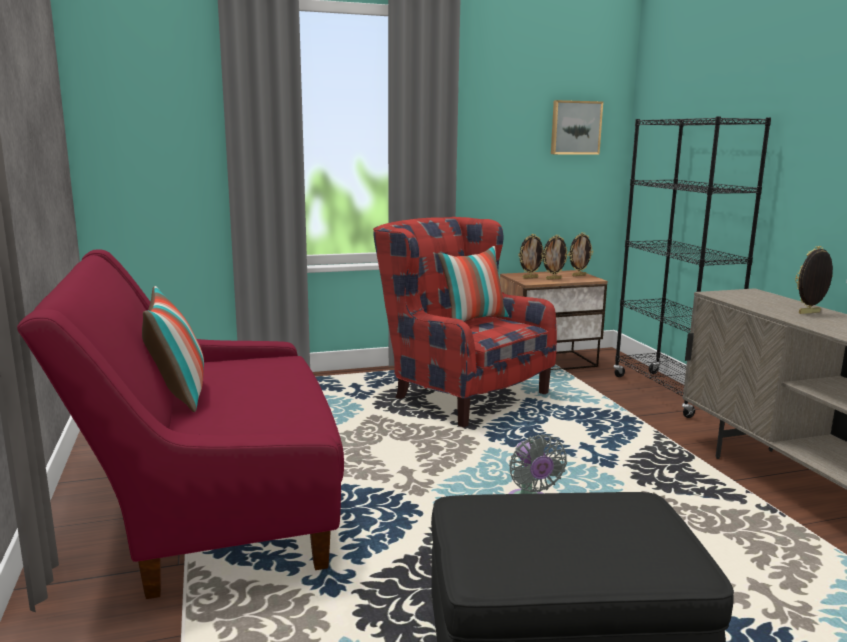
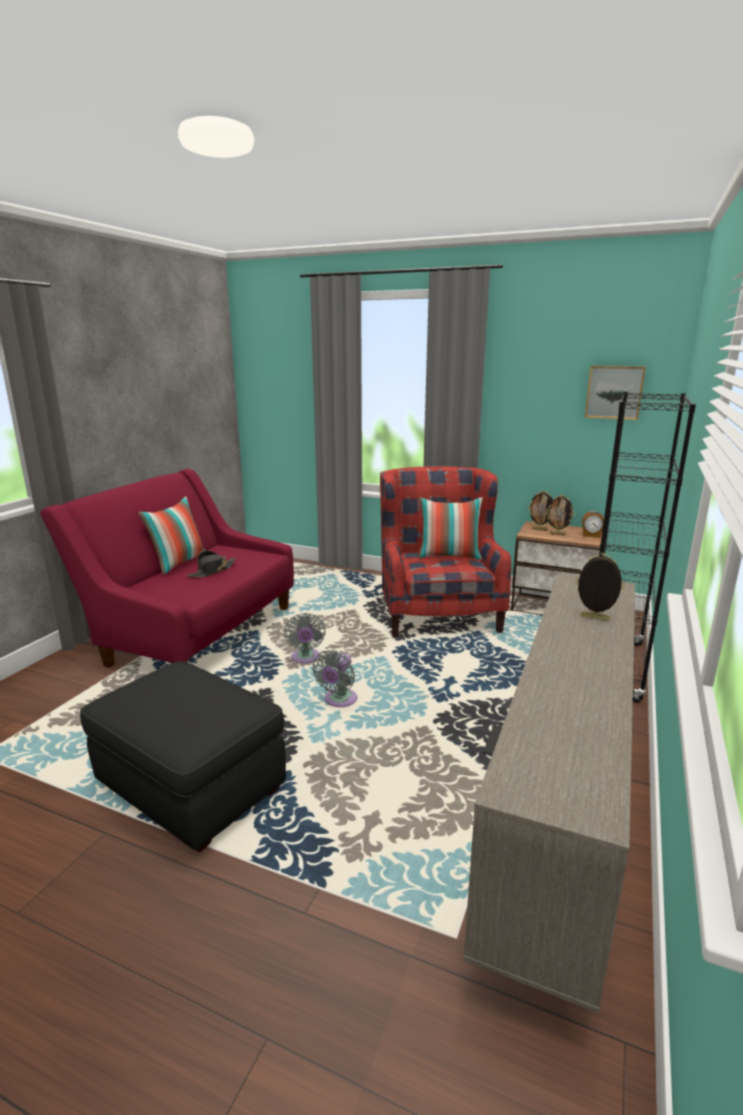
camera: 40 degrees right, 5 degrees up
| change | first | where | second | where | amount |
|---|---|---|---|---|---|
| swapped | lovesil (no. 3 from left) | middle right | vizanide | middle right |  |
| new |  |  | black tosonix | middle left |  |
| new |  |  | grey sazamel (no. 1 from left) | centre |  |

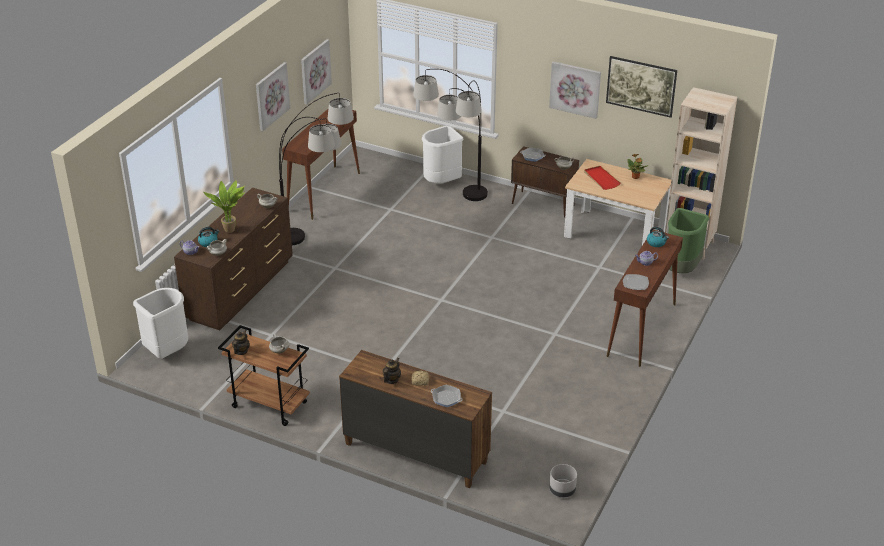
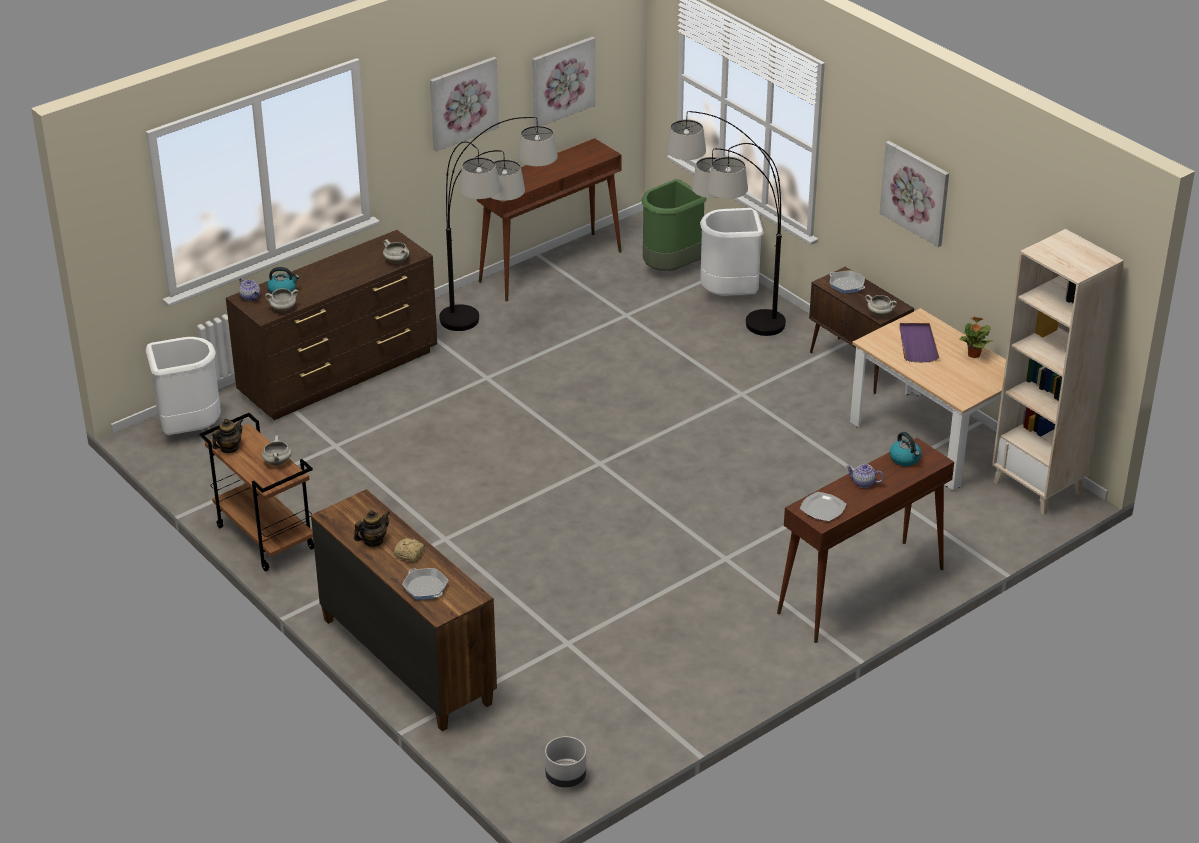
camera: 25 degrees right, 0 degrees up
| change | first | where | second | where | amount |
|---|---|---|---|---|---|
| gone | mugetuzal (no. 4 from left) | top right |  |  |  |
| repainted | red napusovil | top right | purple napusovil | middle right |  |
| gone | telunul (no. 1 from left) | middle left |  |  |  |
| shifted | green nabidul | middle right |  | top centre |  |

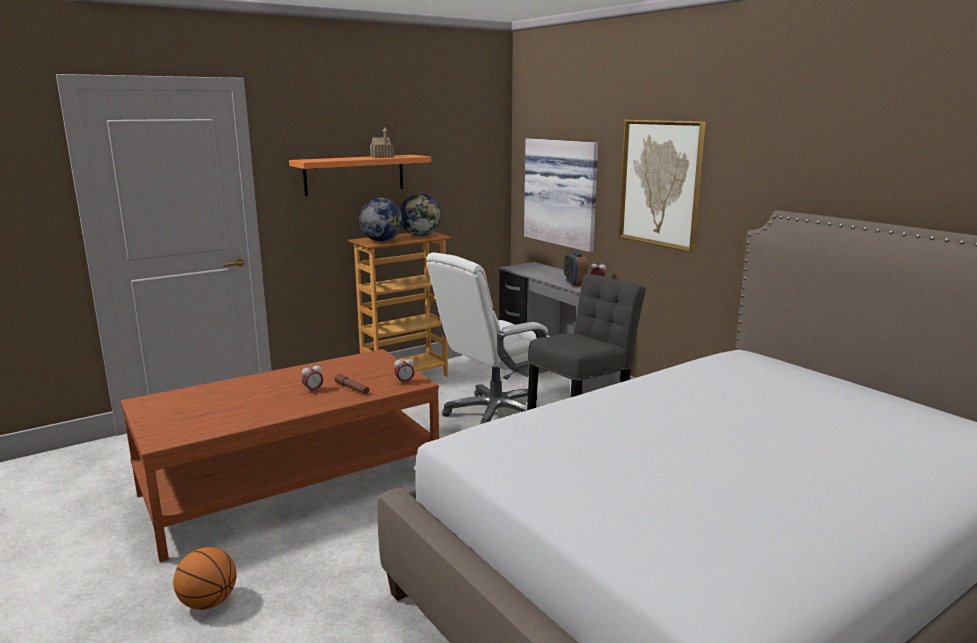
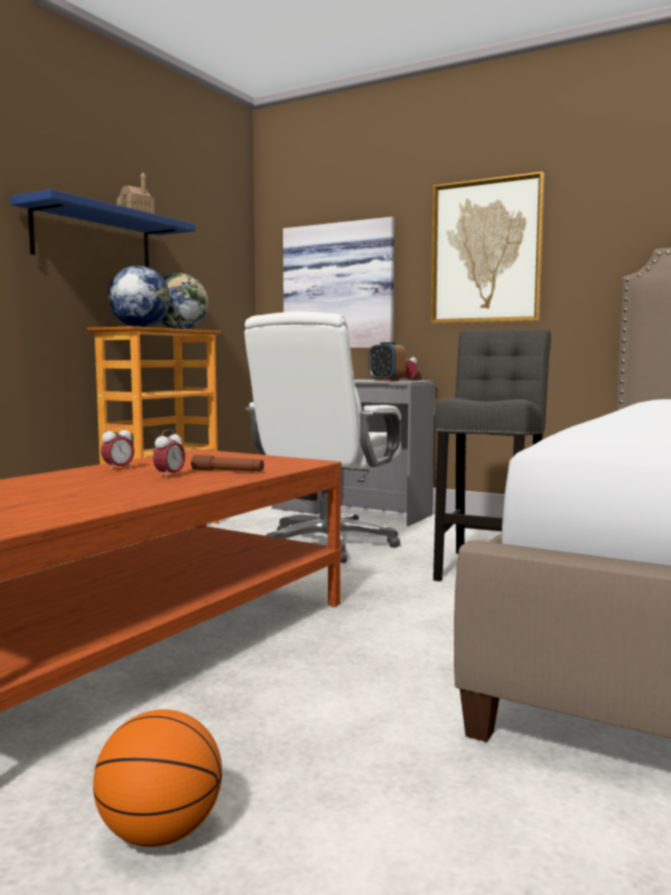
camera: 25 degrees left, 10 degrees down
| change | first | where | second | where | amount |
|---|---|---|---|---|---|
| repainted | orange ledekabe | top centre | blue ledekabe | top left |  |
| shifted | vizanide (no. 2 from left in the first image) | centre | vizanide (no. 1 from left) | middle left |  |

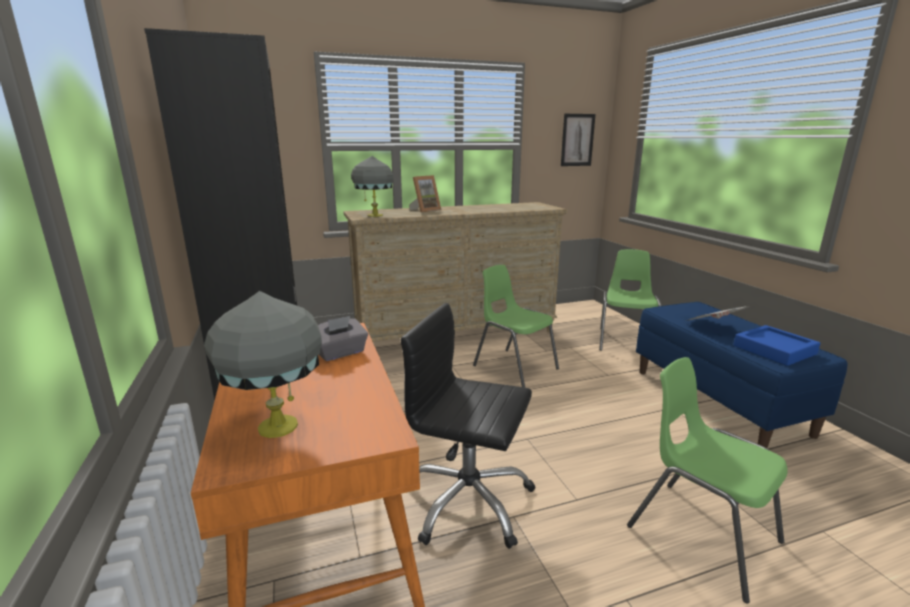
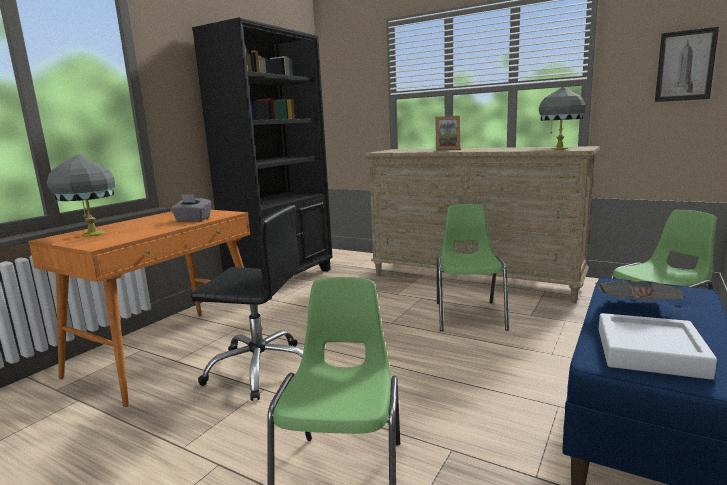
camera: 50 degrees right, 5 degrees down
| change | first | where | second | where | amount |
|---|---|---|---|---|---|
| shifted | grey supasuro (no. 2 from left) | top centre |  | top right |  |
| rotated | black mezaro | bottom centre |  | centre | 120 degrees clockwise |
| repainted | blue napusovil | middle right | white napusovil | bottom right |  |

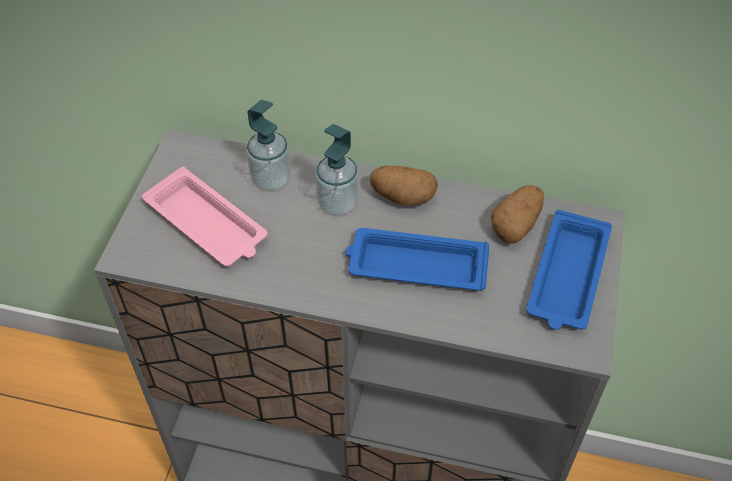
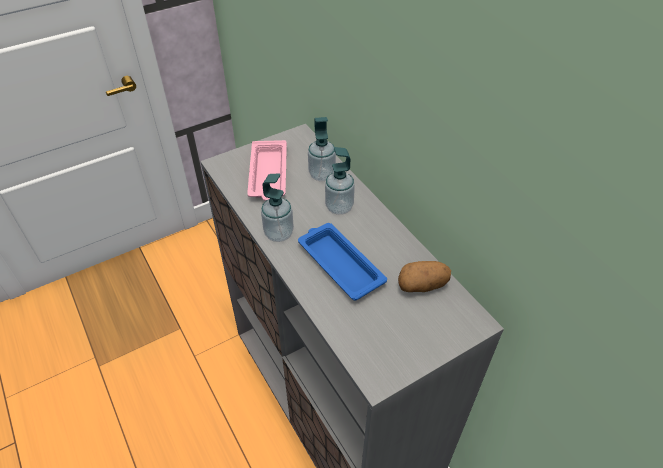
camera: 45 degrees right, 5 degrees down
| change | first | where | second | where | amount |
|---|---|---|---|---|---|
| gone | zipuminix (no. 1 from left) | centre |  |  |  |
| gone | blue napusovil (no. 2 from left) | middle right |  |  |  |
| new |  |  | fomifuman (no. 1 from left) | centre |  |

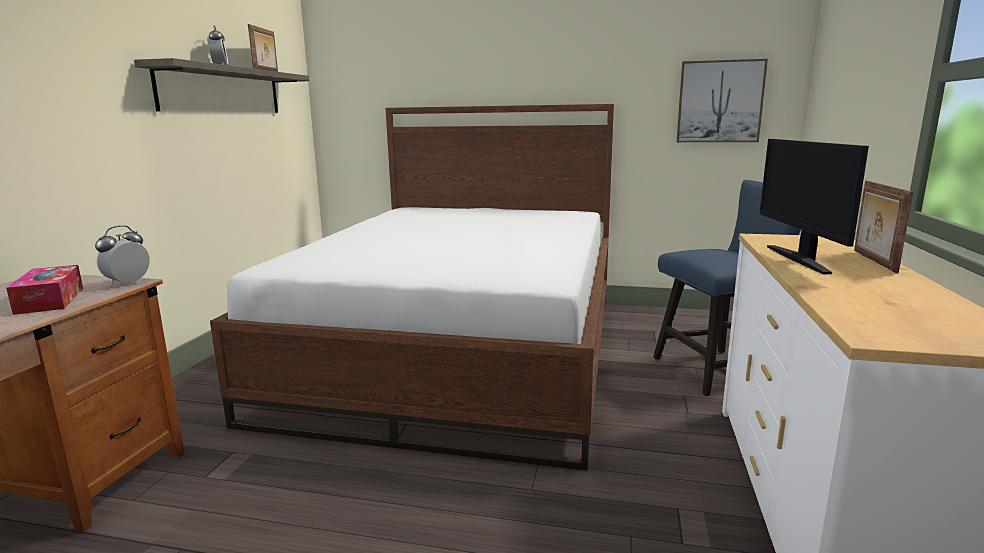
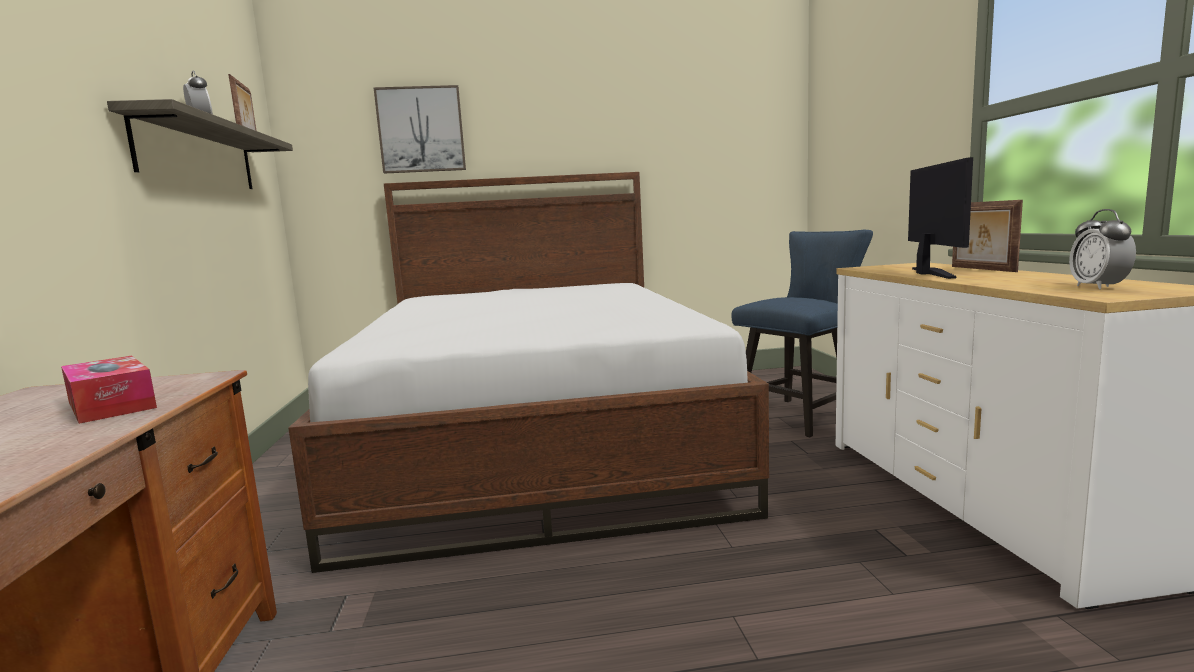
camera: 20 degrees left, 5 degrees down
| change | first | where | second | where | amount |
|---|---|---|---|---|---|
| shifted | mugetuzal | top right |  | top centre |  |
| rotated | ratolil | middle right |  | top right | 150 degrees counterclockwise |
| shifted | vizanide (no. 1 from left in the first image) | middle left | vizanide (no. 2 from left) | middle right |  |

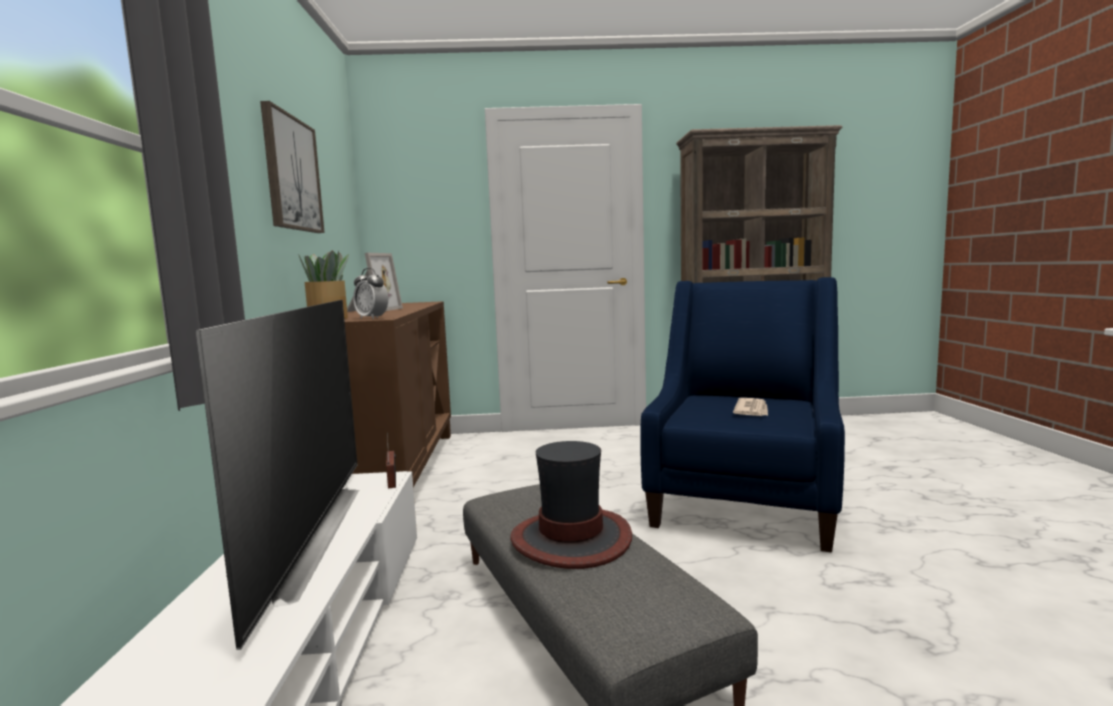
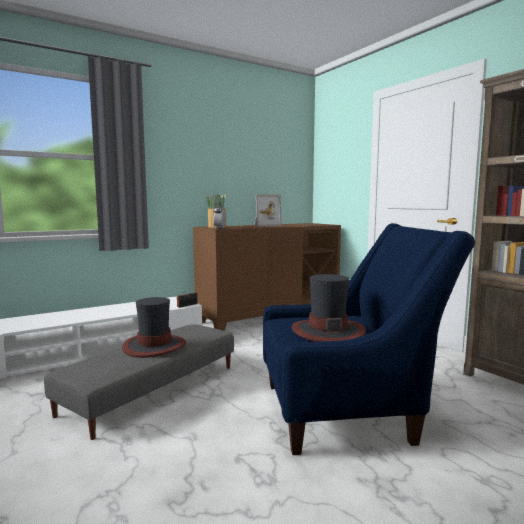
camera: 60 degrees right, 0 degrees up
| change | first | where | second | where | amount |
|---|---|---|---|---|---|
| gone | mugetuzal | top left |  |  |  |
| gone | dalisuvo | bottom left |  |  |  |
| swapped | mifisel | middle right | tosonix (no. 2 from left) | centre |  |

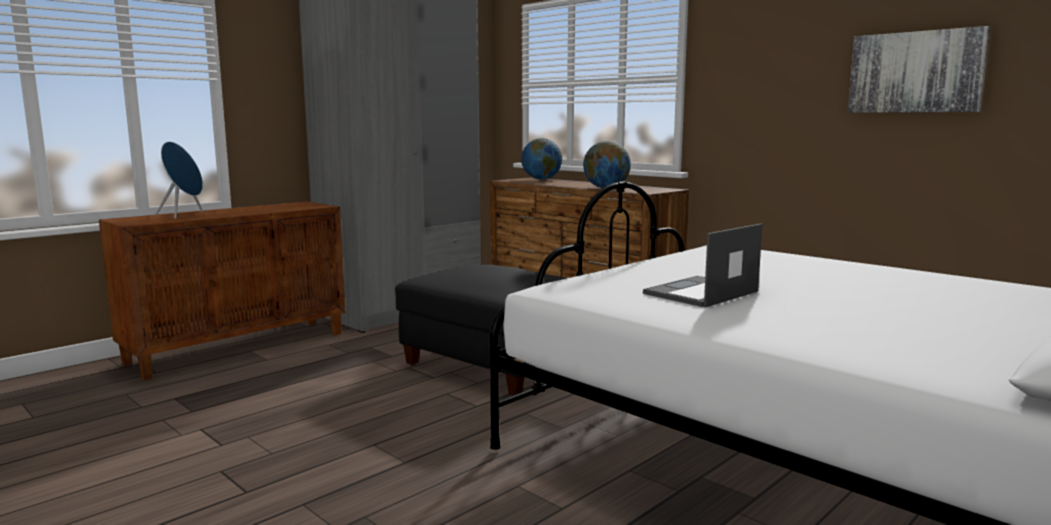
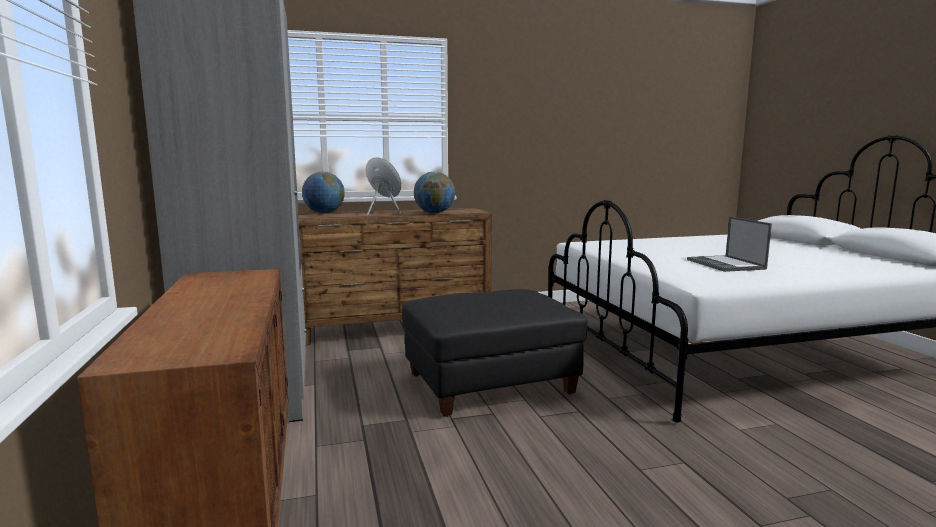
camera: 60 degrees left, 0 degrees up
| change | first | where | second | where | amount |
|---|---|---|---|---|---|
| gone | mugetuzal | top right |  |  |  |
| shifted | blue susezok | middle left |  | centre |  |

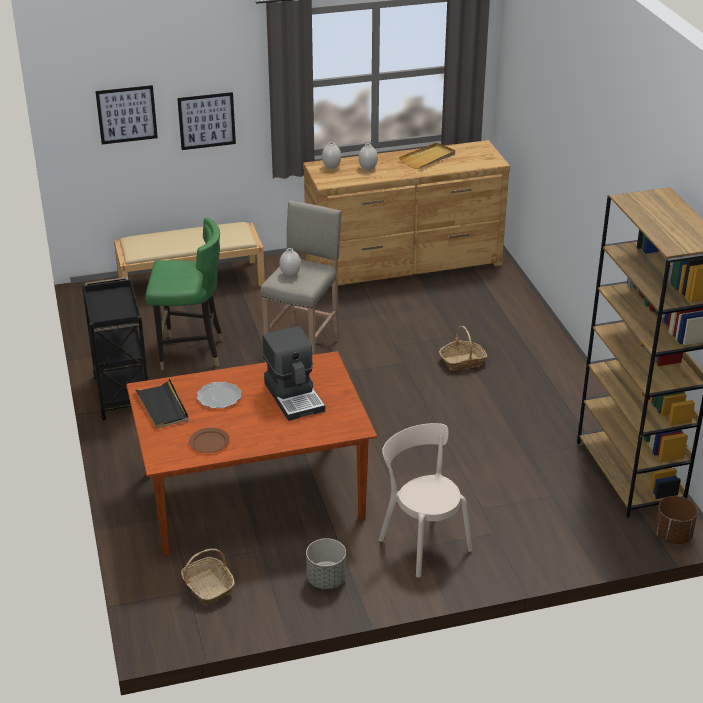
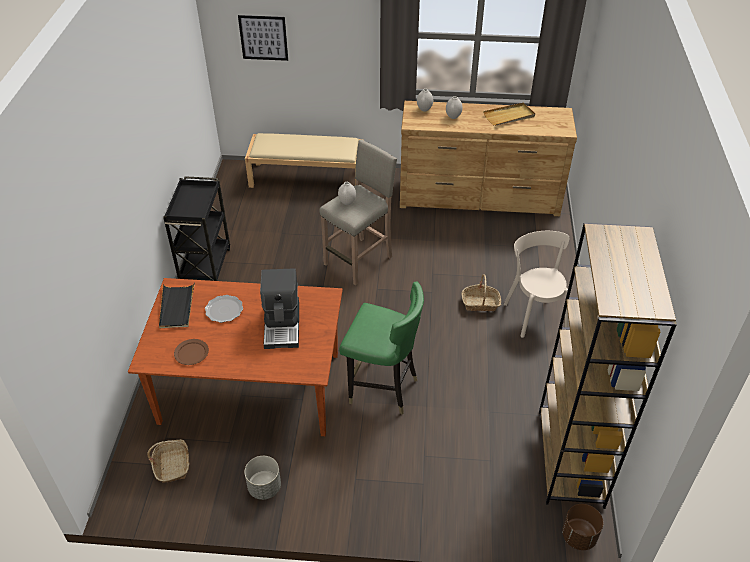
camera: 20 degrees right, 10 degrees up
| change | first | where | second | where | amount |
|---|---|---|---|---|---|
| gone | mugetuzal (no. 2 from left) | top left |  |  |  |
| shifted | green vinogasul | middle left |  | centre |  |
| shifted | beige vinogasul | bottom centre |  | middle right |  |

